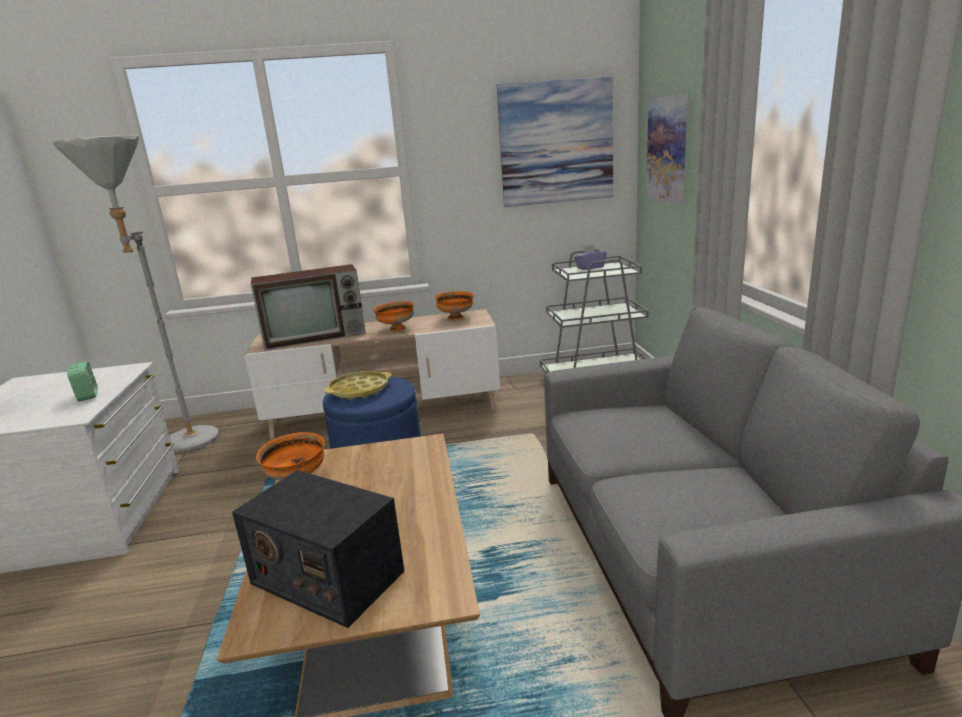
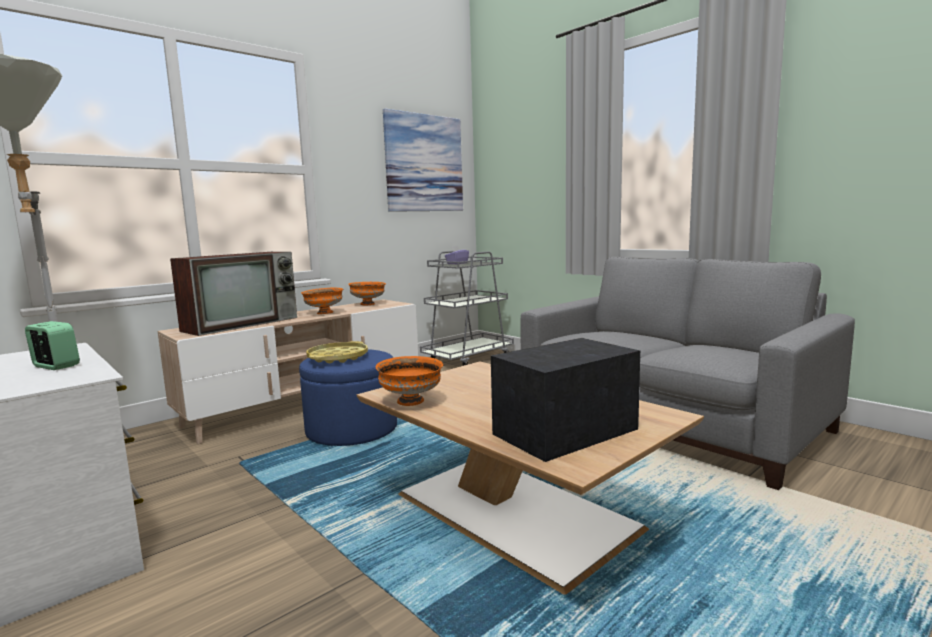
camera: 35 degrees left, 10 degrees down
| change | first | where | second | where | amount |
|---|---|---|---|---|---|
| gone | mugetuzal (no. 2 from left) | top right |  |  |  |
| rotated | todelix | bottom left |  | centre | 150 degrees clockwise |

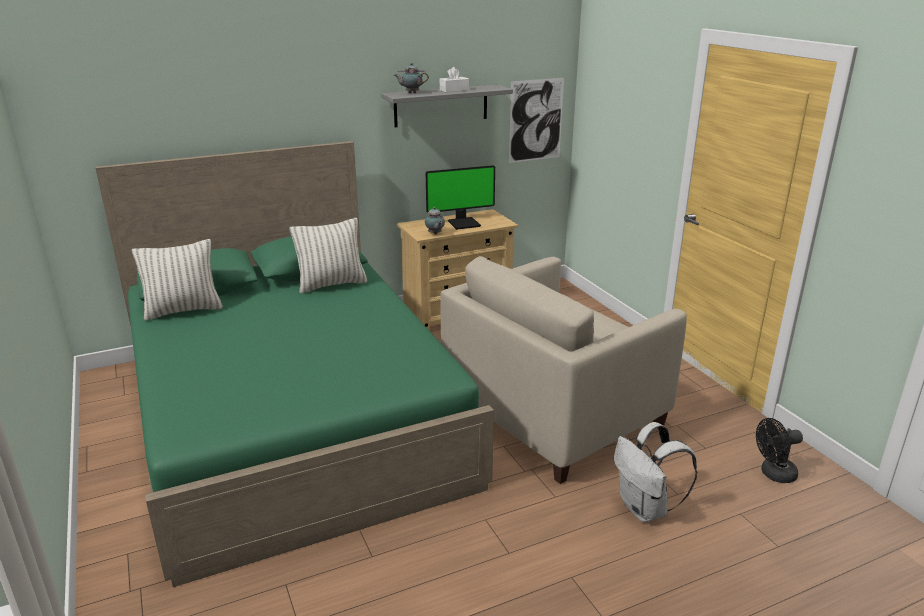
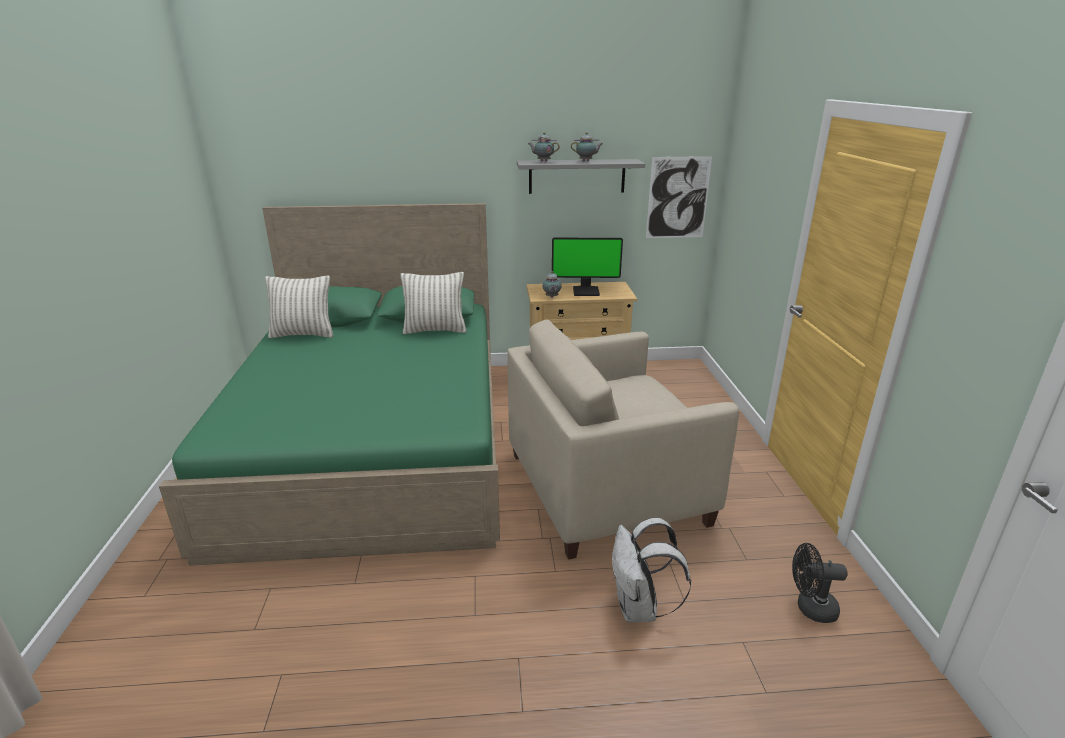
camera: 20 degrees right, 0 degrees up
| change | first | where | second | where | amount |
|---|---|---|---|---|---|
| swapped | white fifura | top centre | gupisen (no. 3 from left) | top centre |  |

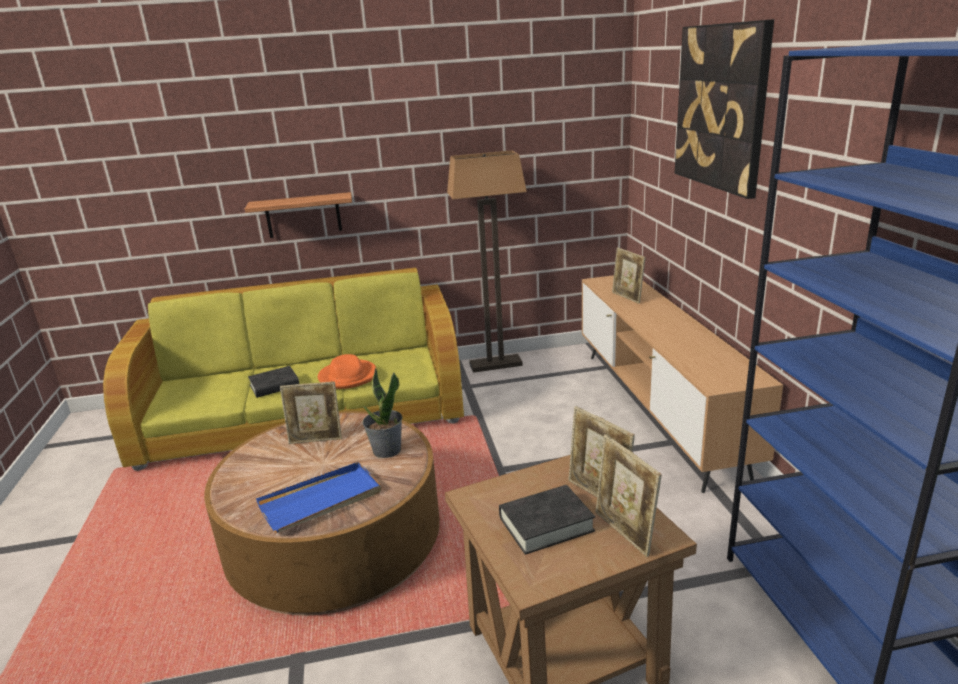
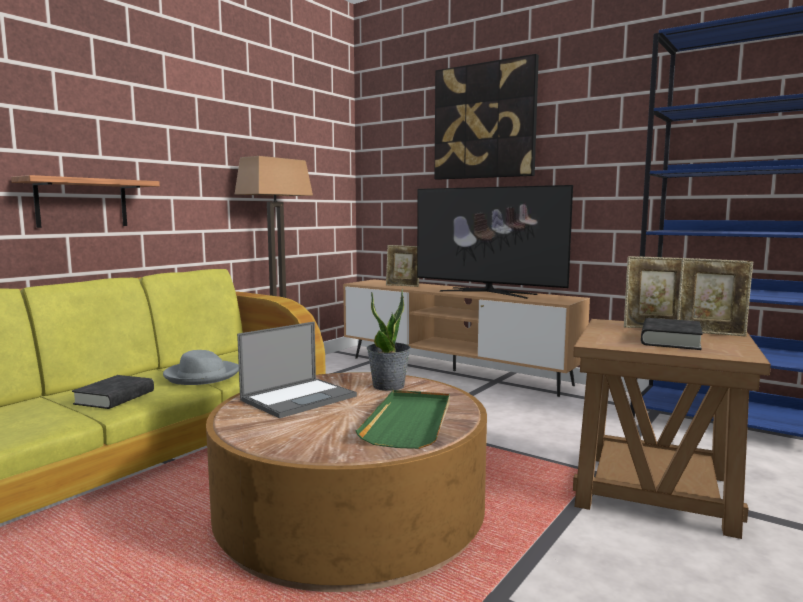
camera: 45 degrees left, 15 degrees down
| change | first | where | second | where | amount |
|---|---|---|---|---|---|
| repainted | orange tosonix | centre | grey tosonix | middle left |  |
| swapped | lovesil (no. 1 from left) | middle left | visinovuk | centre |  |
| repainted | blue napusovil | bottom left | green napusovil | bottom centre |  |
| new |  |  | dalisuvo | centre |  |

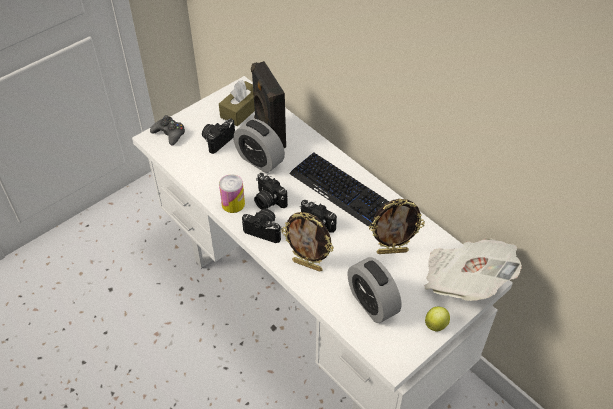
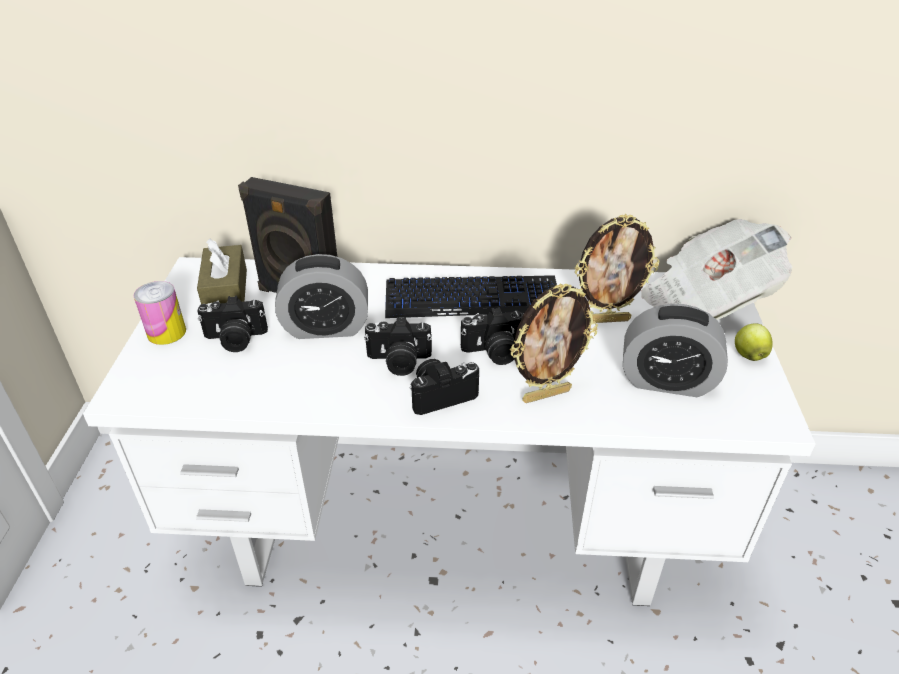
camera: 45 degrees left, 10 degrees down
| change | first | where | second | where | amount |
|---|---|---|---|---|---|
| gone | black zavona | top left |  |  |  |
| rotated | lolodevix (no. 1 from left) | top centre |  | middle left | 90 degrees counterclockwise |
| shifted | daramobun | centre |  | middle left |  |
| rotated | lovesil (no. 2 from left) | centre |  | middle right | 45 degrees clockwise |

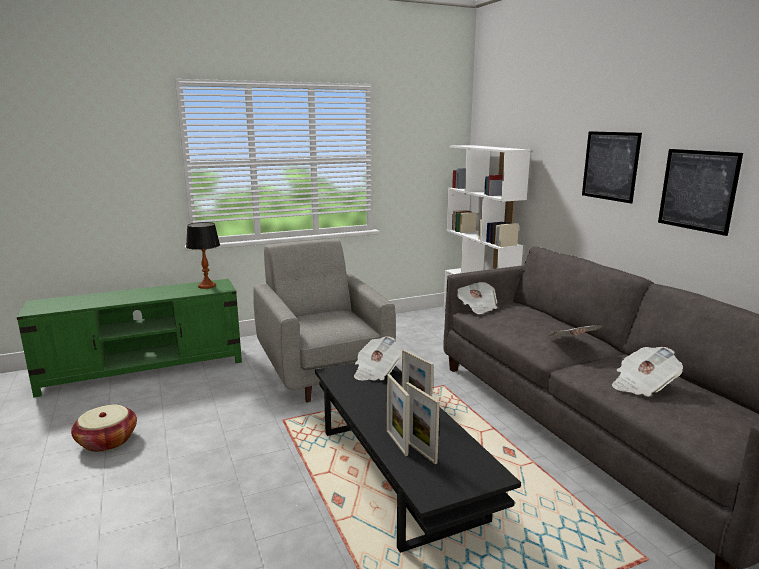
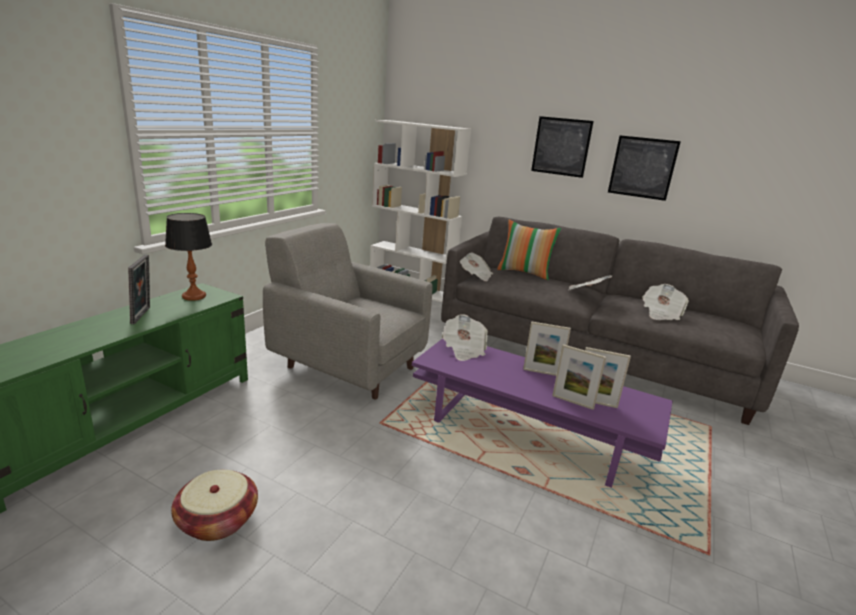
camera: 40 degrees left, 5 degrees up
| change | first | where | second | where | amount |
|---|---|---|---|---|---|
| repainted | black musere | bottom centre | purple musere | bottom centre |  |
| new |  |  | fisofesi | centre |  |
| new |  |  | lovesil (no. 1 from left) | middle left |  |

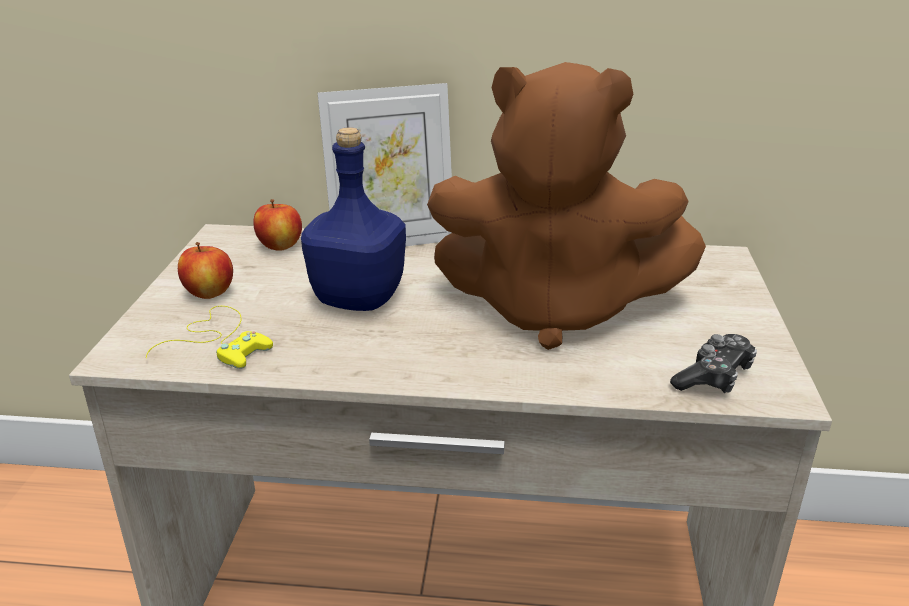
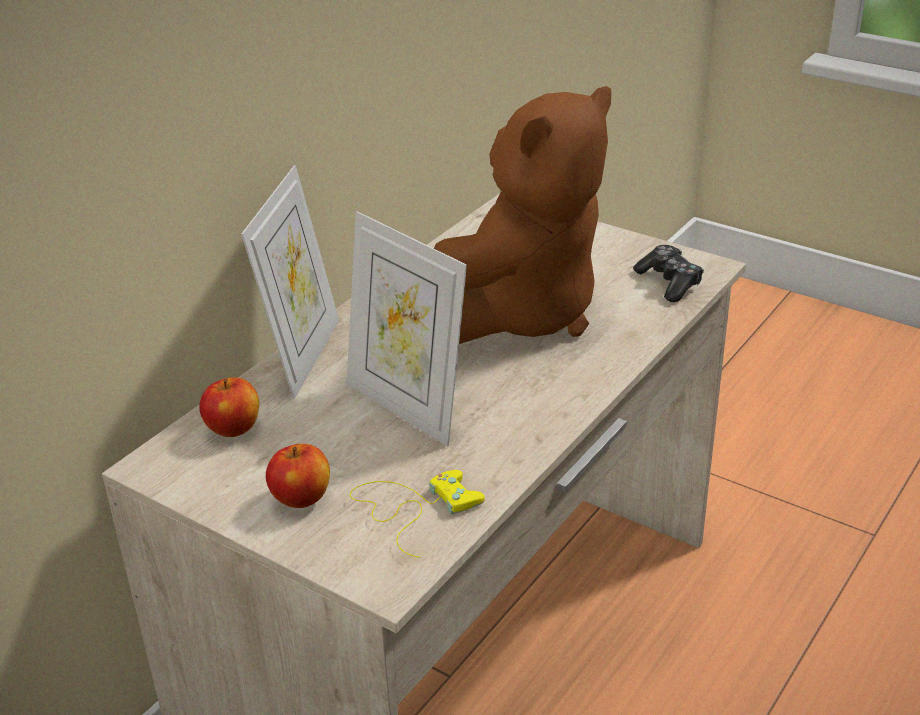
camera: 60 degrees left, 5 degrees up
| change | first | where | second | where | amount |
|---|---|---|---|---|---|
| swapped | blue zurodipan | centre | lovesil (no. 2 from left) | centre |  |

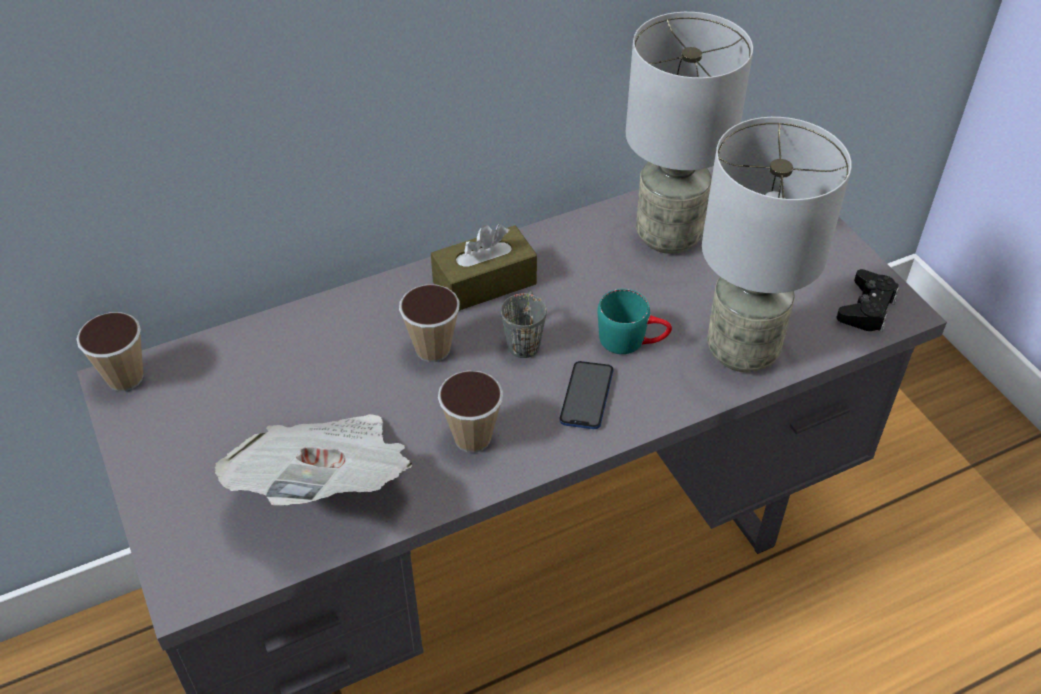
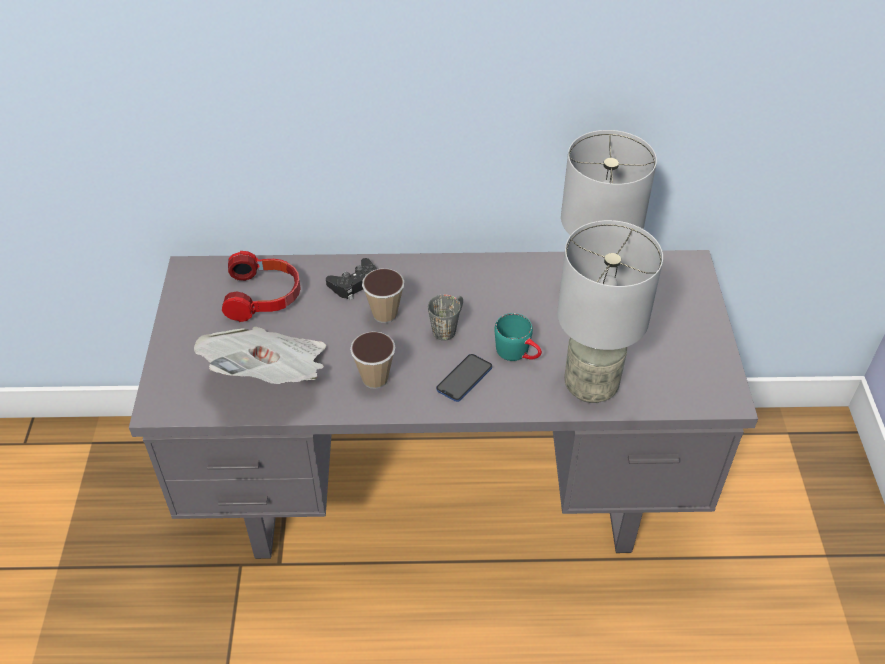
camera: 25 degrees right, 0 degrees up
| change | first | where | second | where | amount |
|---|---|---|---|---|---|
| gone | brown fifura | centre |  |  |  |
| shifted | black zavona | middle right |  | centre |  |
| gone | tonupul (no. 1 from left) | middle left |  |  |  |
| new |  |  | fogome | middle left |  |

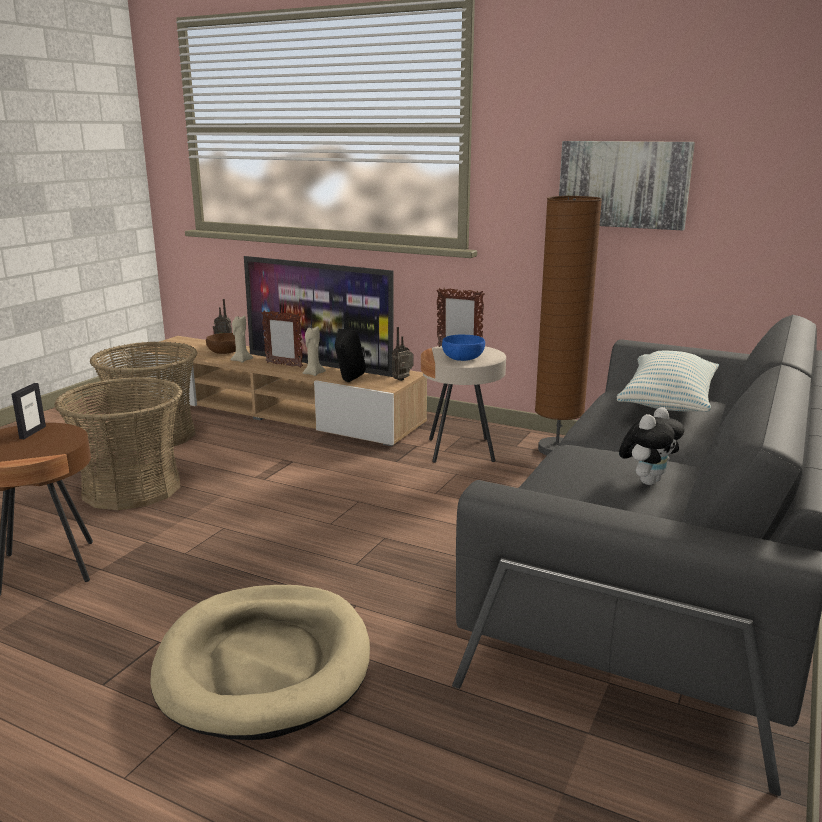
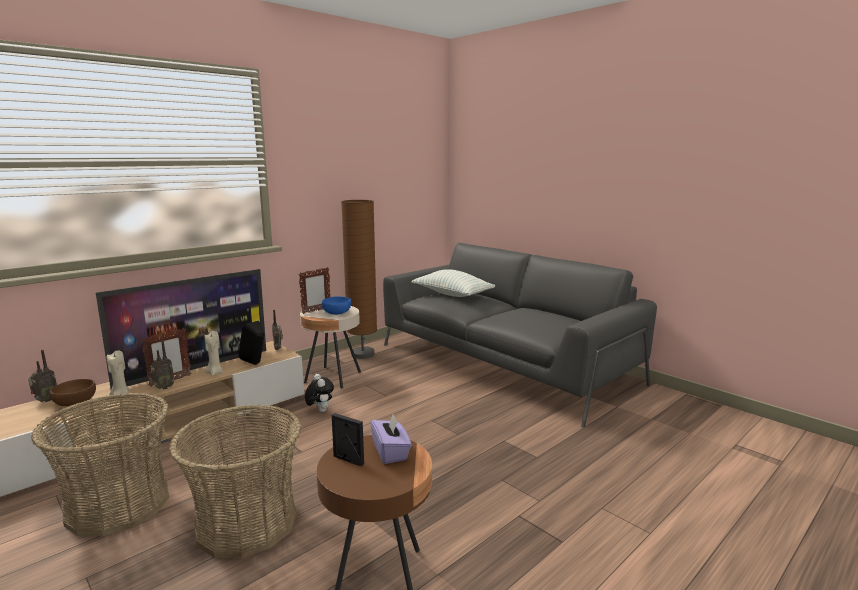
camera: 70 degrees left, 5 degrees down
| change | first | where | second | where | amount |
|---|---|---|---|---|---|
| gone | mugetuzal | top right |  |  |  |
| shifted | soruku | middle right |  | centre |  |
| gone | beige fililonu | bottom left |  |  |  |
| new |  |  | todelix (no. 2 from left) | middle left |  |
| new |  |  | purple fifura | bottom centre |  |

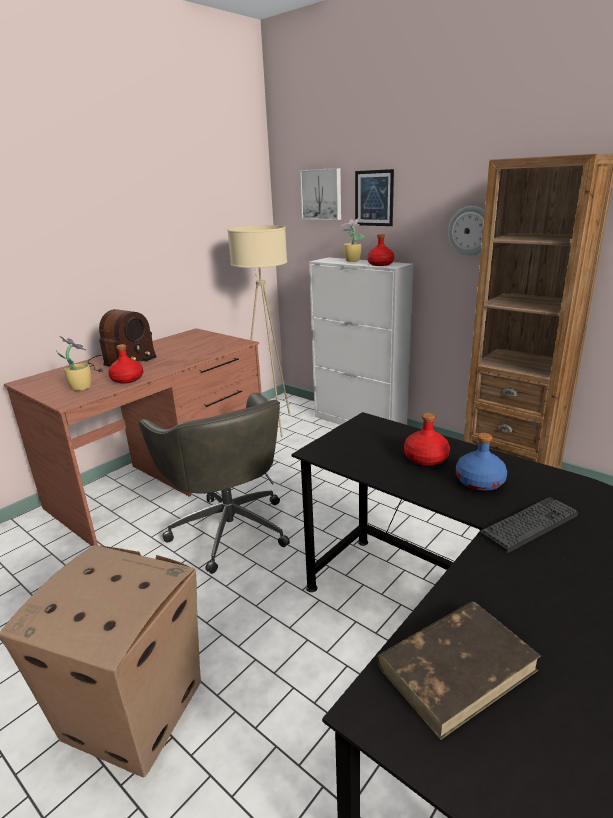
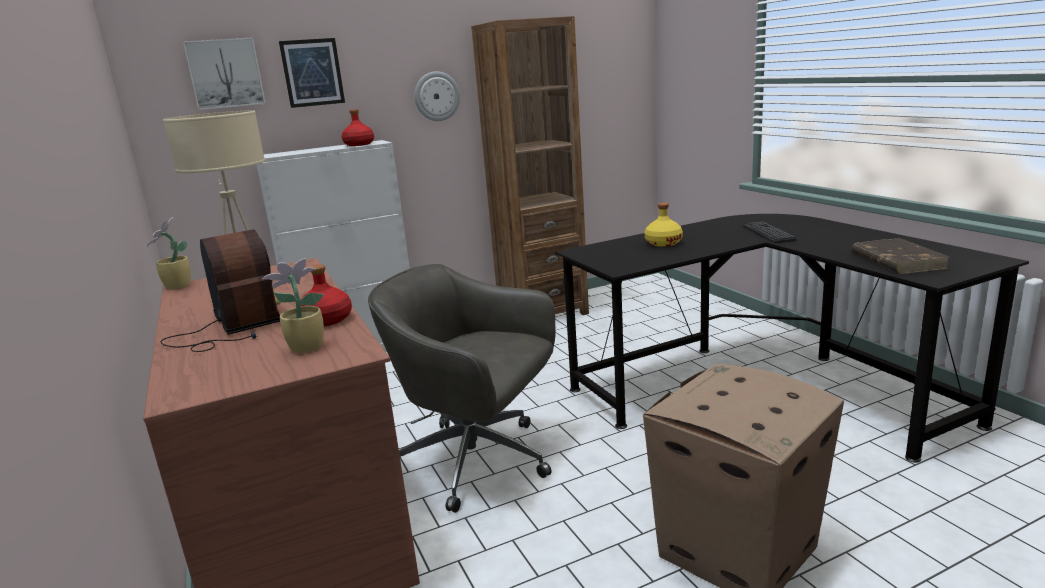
camera: 65 degrees left, 5 degrees down
| change | first | where | second | where | amount |
|---|---|---|---|---|---|
| shifted | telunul (no. 2 from left in the first image) | top centre | telunul (no. 1 from left) | middle left |  |
| rotated | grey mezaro | centre |  | centre | 150 degrees counterclockwise |
| repainted | red zurodipan (no. 3 from left) | middle right | yellow zurodipan | centre |  |
| gone | blue zurodipan | middle right |  |  |  |

